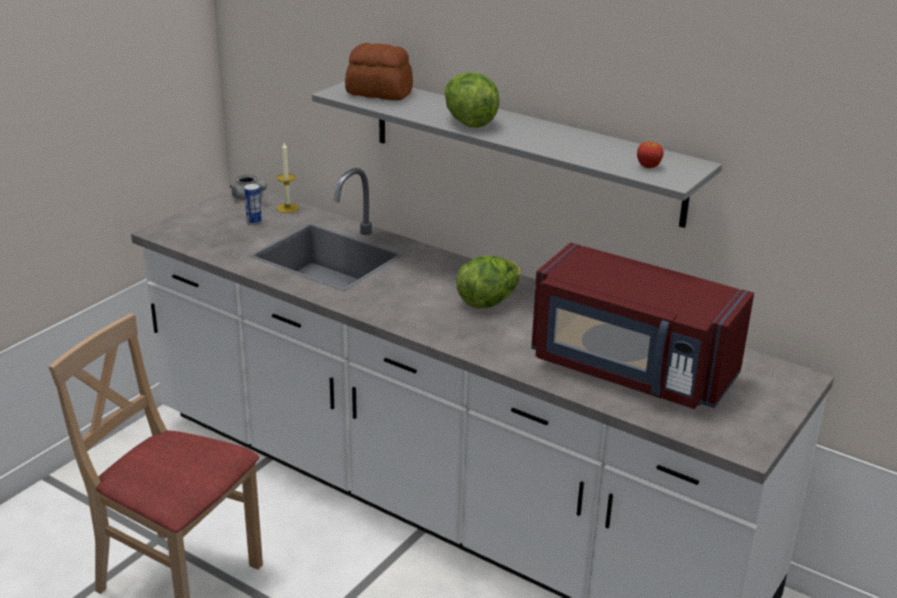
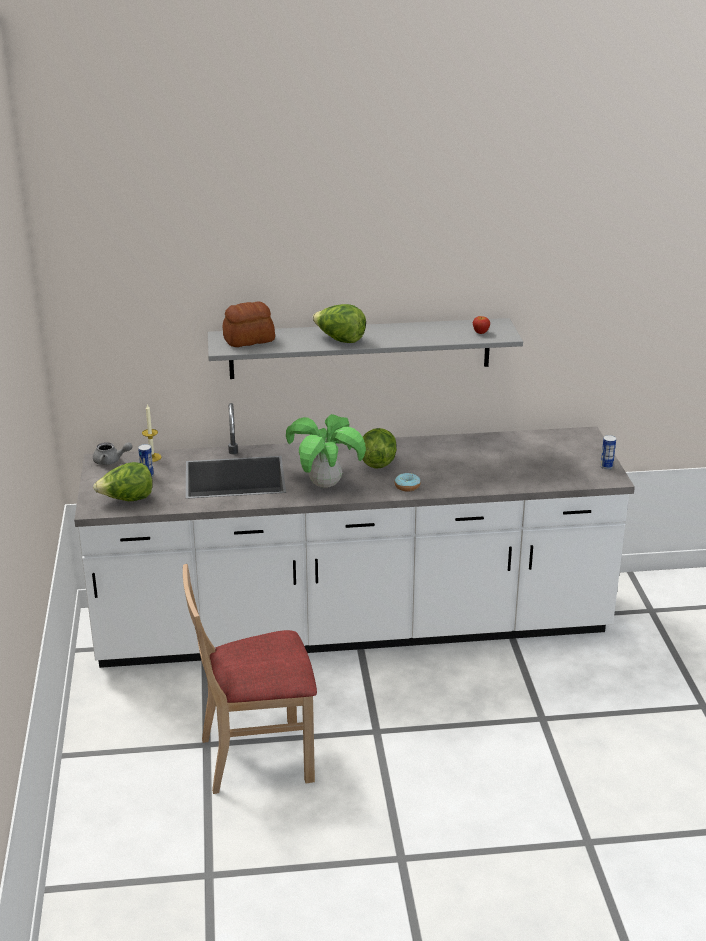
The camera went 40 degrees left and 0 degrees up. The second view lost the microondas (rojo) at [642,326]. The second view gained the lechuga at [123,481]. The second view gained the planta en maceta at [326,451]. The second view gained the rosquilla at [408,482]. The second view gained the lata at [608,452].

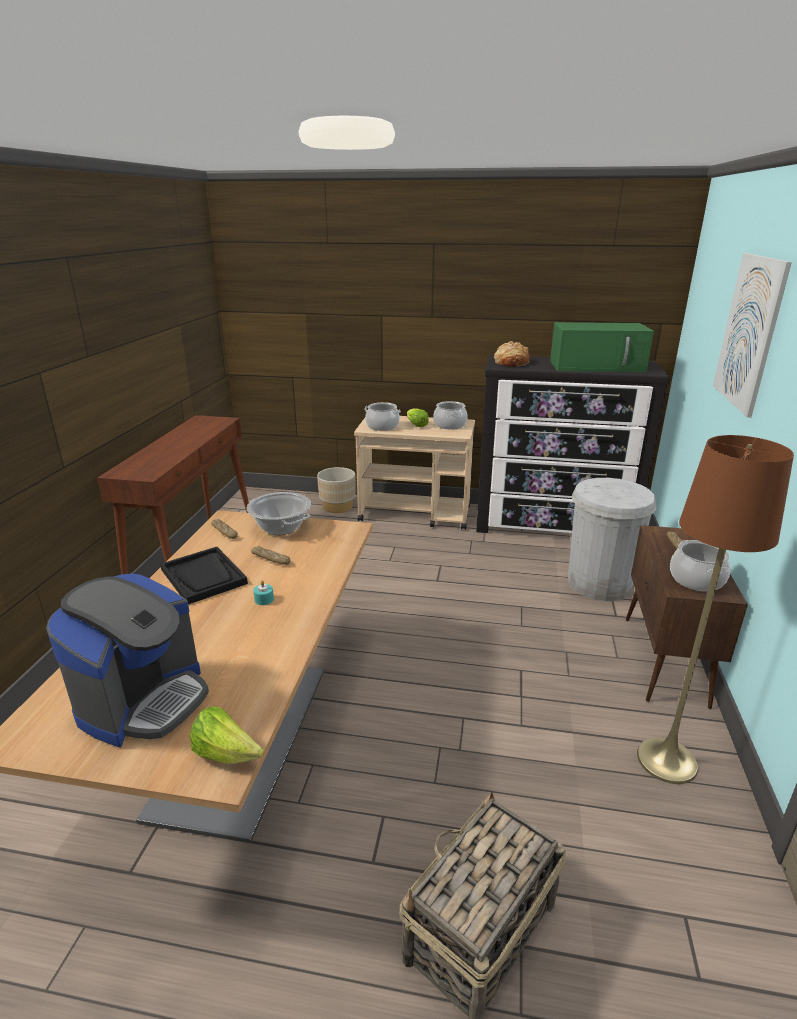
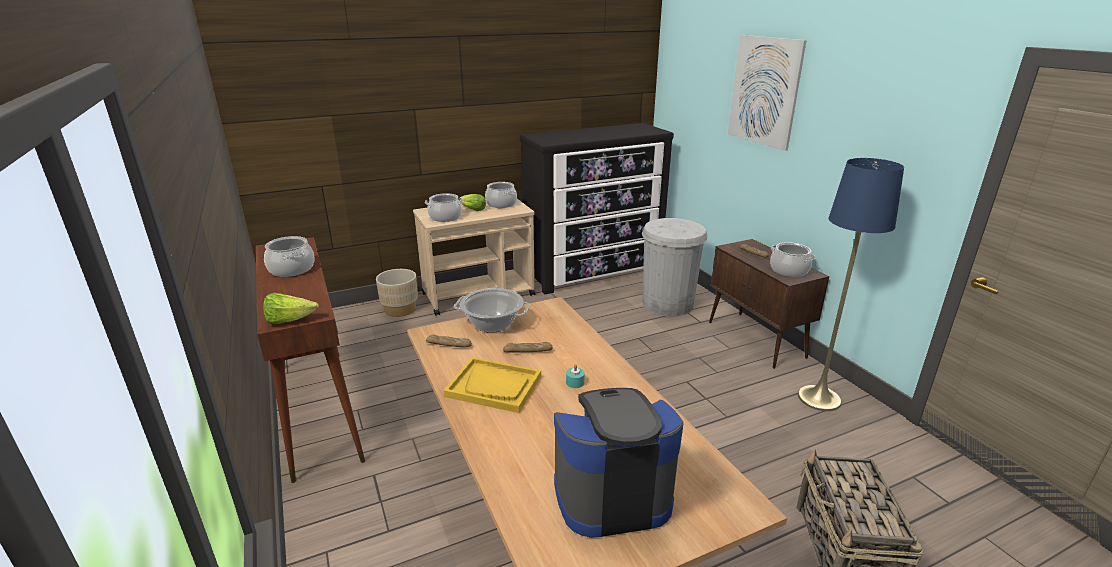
The camera went 35 degrees left and 0 degrees up. The cafetera at [127,660] ended up facing another way, 90 degrees counterclockwise from before. What was the bandeja (negro) at [204,575] turned into the bandeja (amarillo) at [492,385]. The lechuga ended up elsewhere, having gone from [227,735] to [291,308]. The second view lost the pan at [512,354]. The second view lost the microondas (verde) at [602,347]. What was the lámpara de pie (marrón) at [715,609] turned into the lámpara de pie (azul) at [851,284]. The second view gained the olla at [289,256].

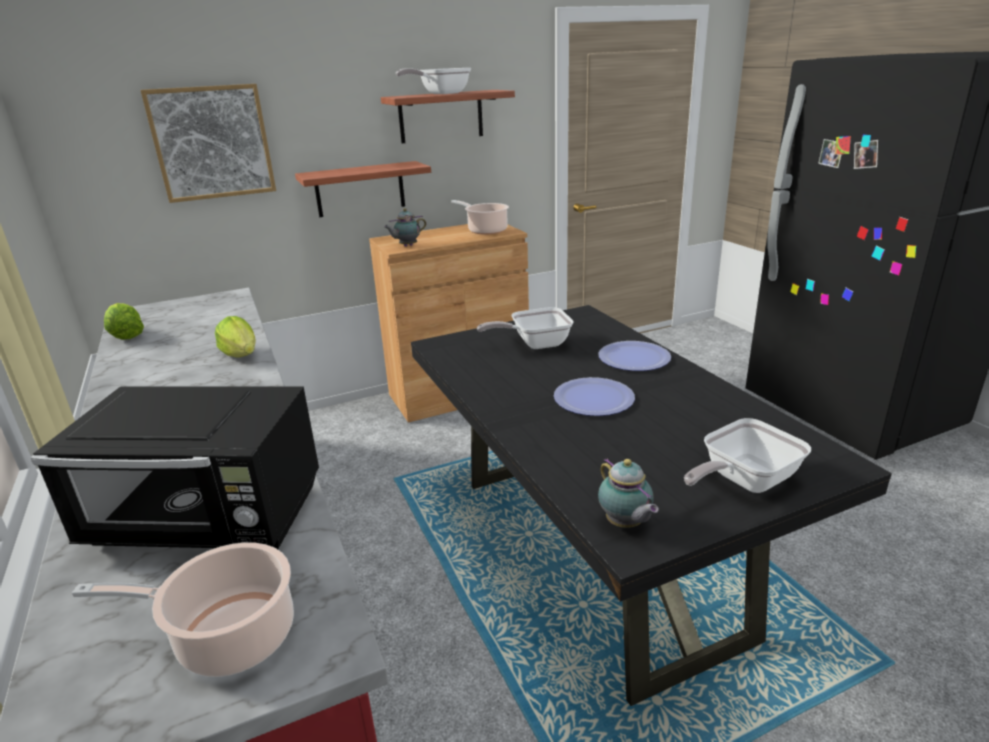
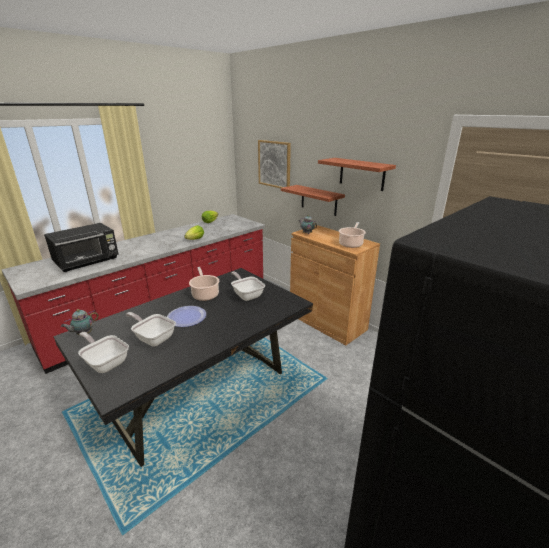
The camera went 70 degrees right and 0 degrees up. The microondas (negro) at [174,468] ended up facing another way, 120 degrees counterclockwise from before. The olla ended up elsewhere, having gone from [183,609] to [204,284]. The sartén ended up elsewhere, having gone from [433,81] to [151,329]. The second view lost the plato at [634,356].

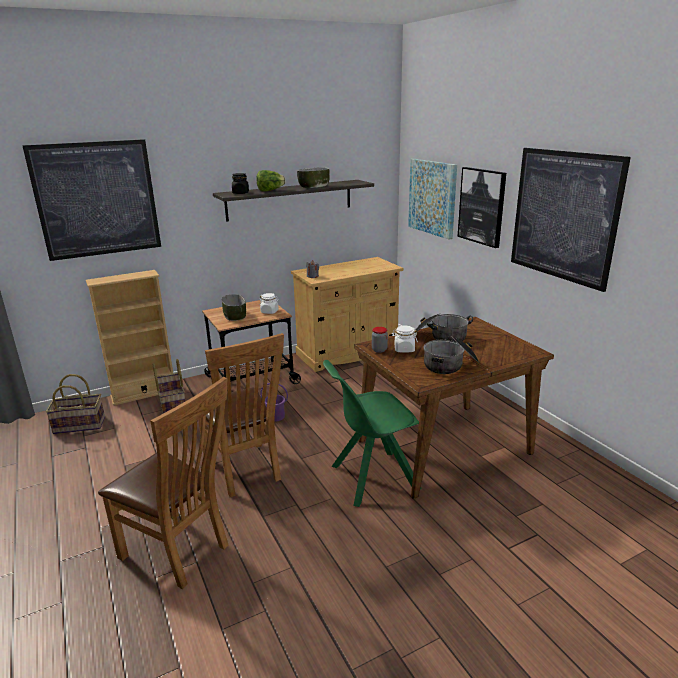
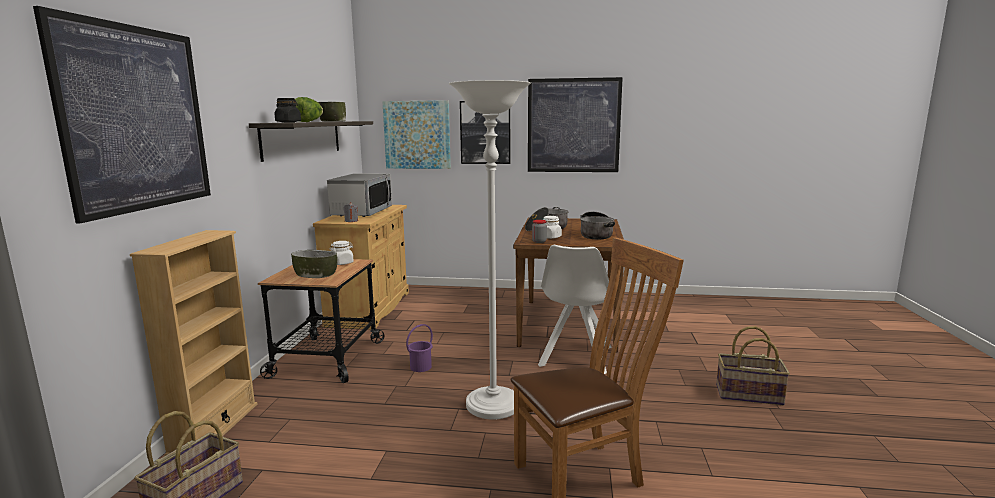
The camera went 55 degrees left and 10 degrees down. The cesta ended up elsewhere, having gone from [169,386] to [753,365]. Where the silla (marrón) stood at [241,415], the lámpara de pie (blanco) came to stand at [490,250]. What was the silla (verde) at [372,433] turned into the silla (blanco) at [575,309]. The second view gained the microondas at [359,195].

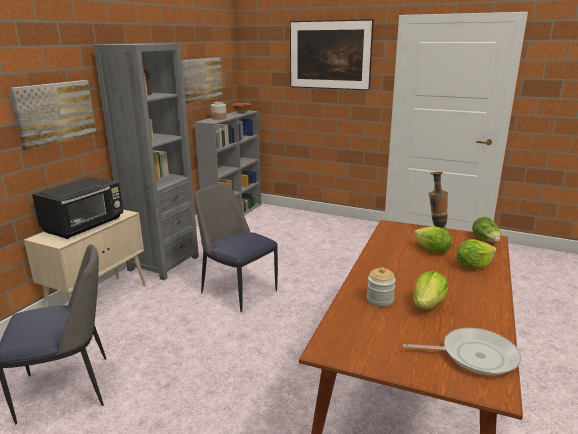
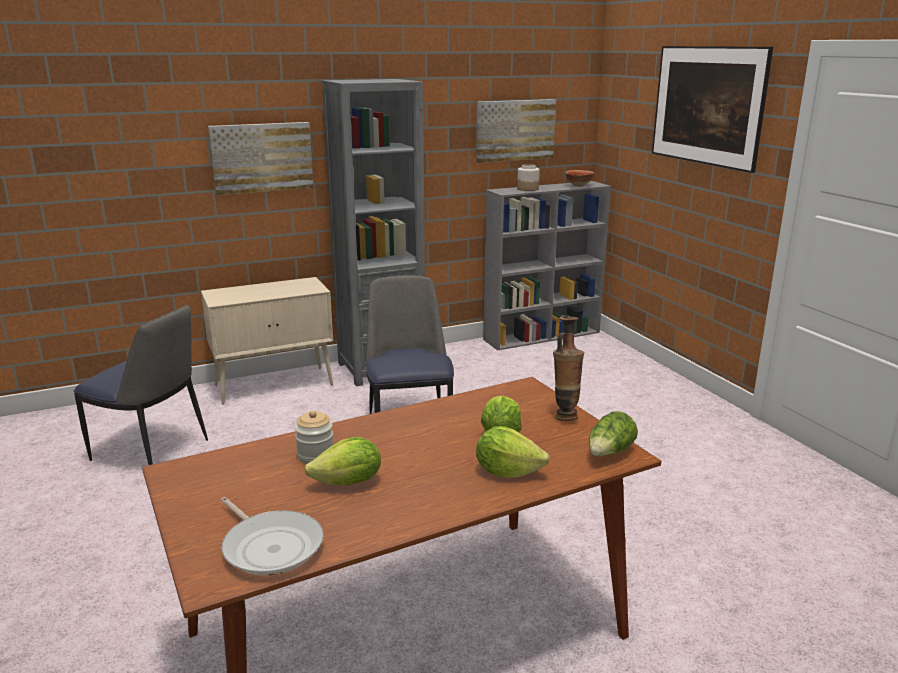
The camera went 40 degrees right and 0 degrees up. The second view lost the microondas (negro) at [77,208].

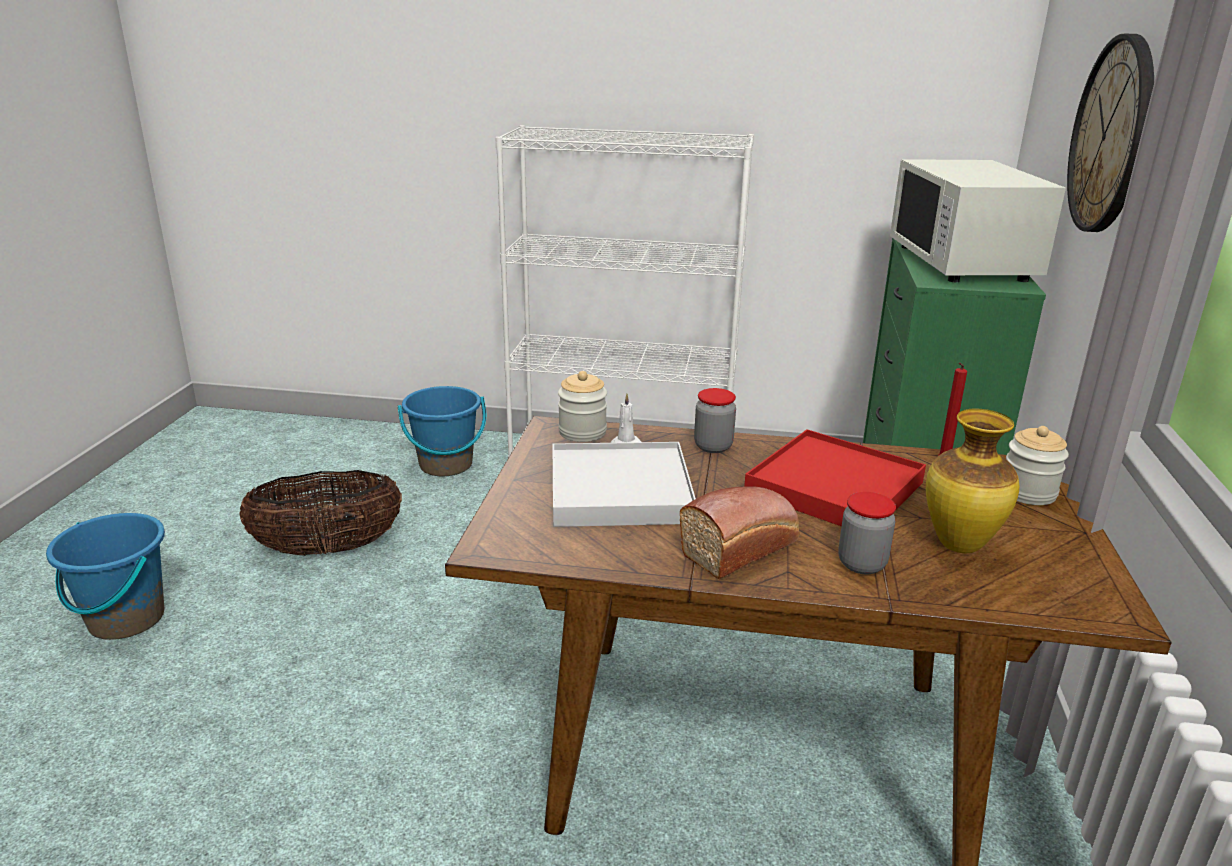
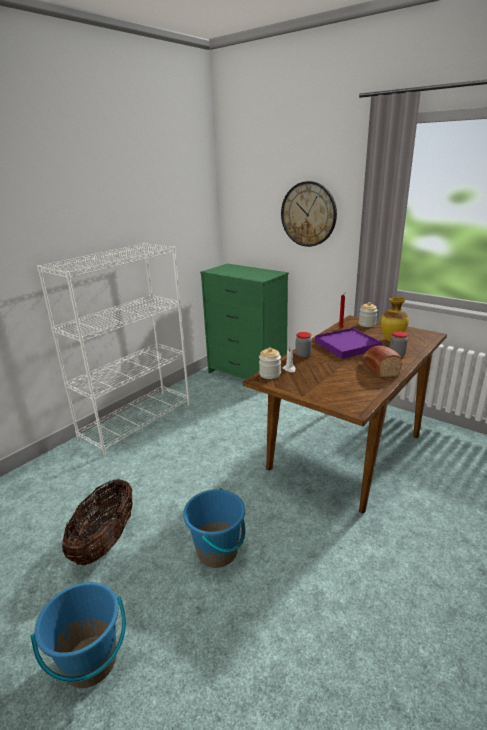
The camera went 60 degrees left and 0 degrees up. The cubo (azul) ended up elsewhere, having gone from [442,431] to [214,528]. The second view lost the bandeja (blanco) at [624,484]. What was the bandeja (rojo) at [835,477] turned into the bandeja (morado) at [348,343]. The second view lost the microondas (blanco) at [978,220].

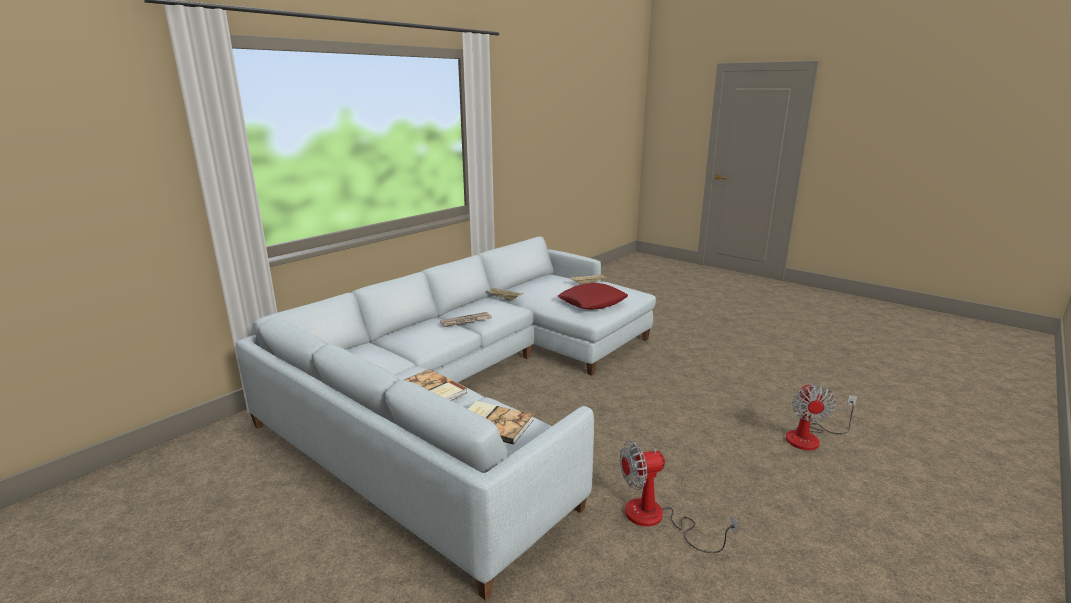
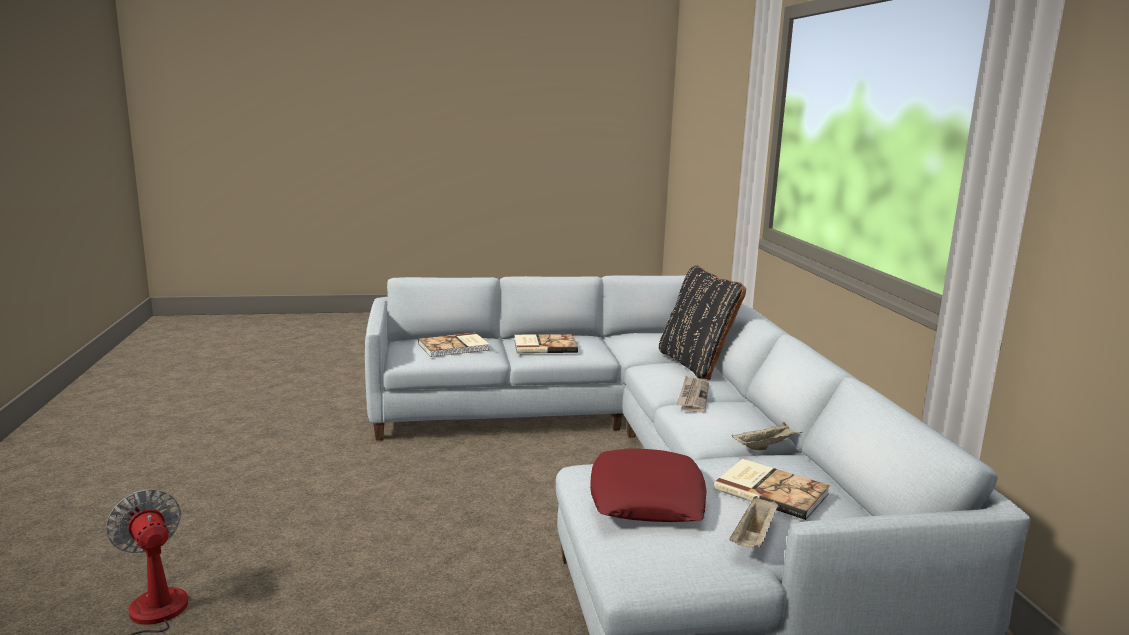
The camera went 130 degrees right and 5 degrees down. The second view lost the ventilador at [679,496]. The second view gained the cojín (negro) at [702,322]. The second view gained the libro at [772,489].

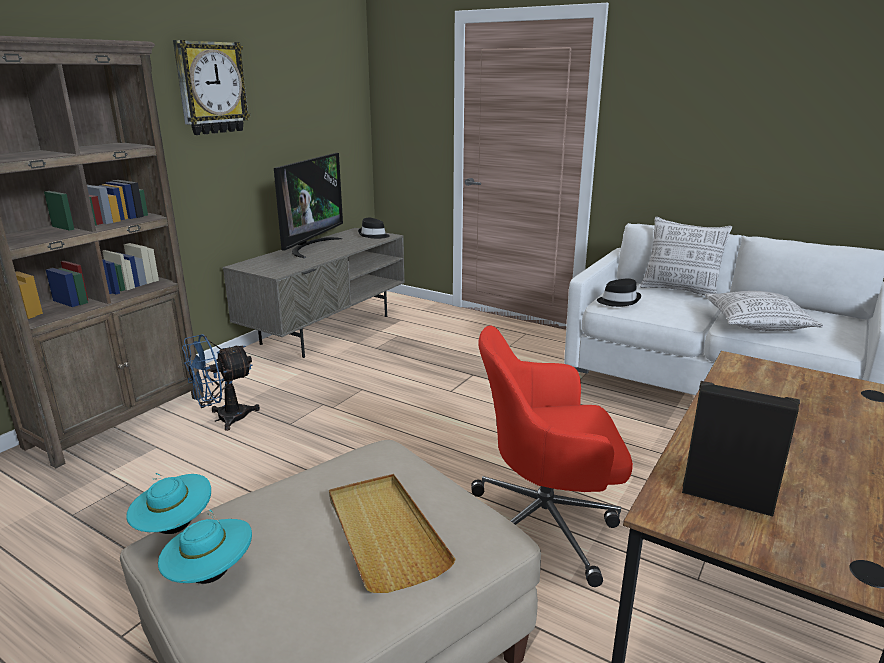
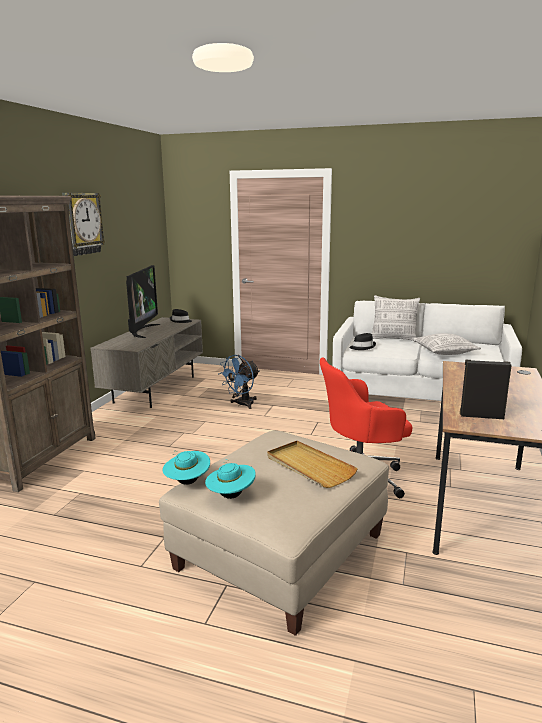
The camera went 15 degrees left and 5 degrees down. The ventilador (azul) ended up elsewhere, having gone from [221,382] to [239,382].

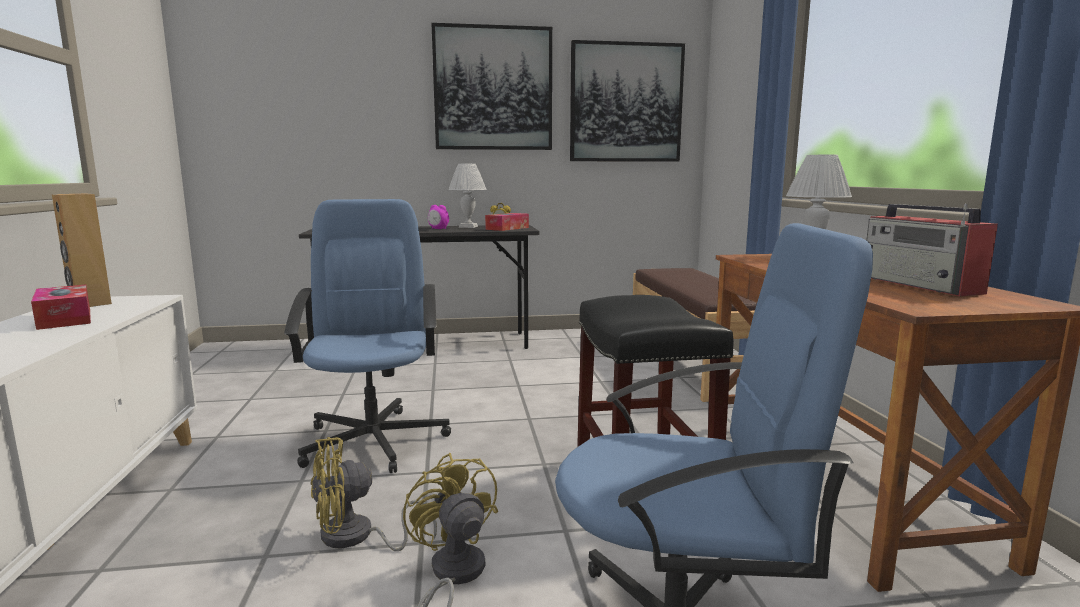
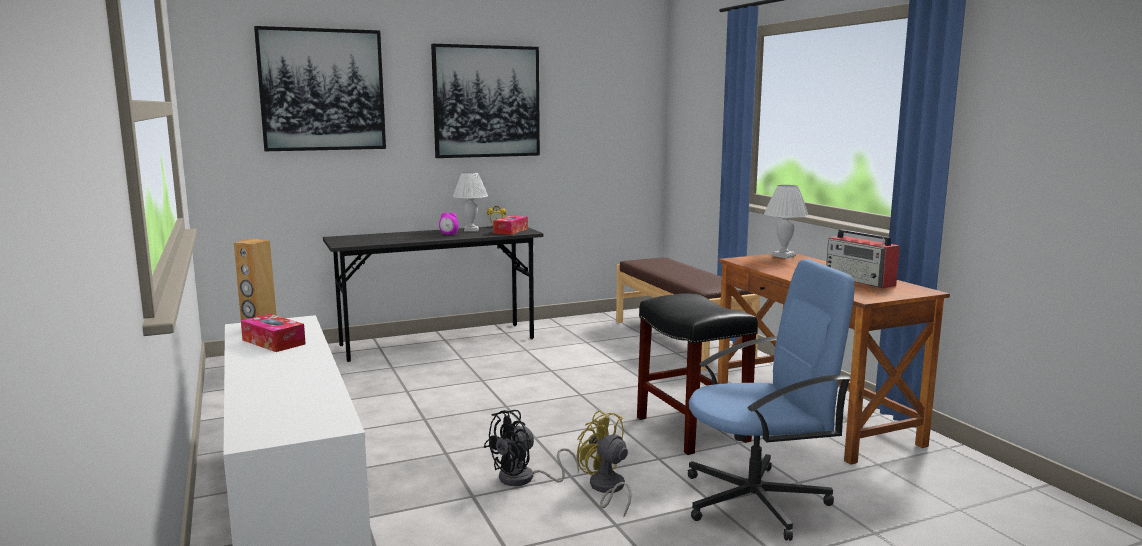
The camera went 15 degrees left and 0 degrees up. The second view lost the silla de oficina (azul) at [367,336]. What was the ventilador (amarillo) at [374,494] turned into the ventilador (negro) at [531,448]. The cuadro ended up elsewhere, having gone from [627,101] to [320,88].

